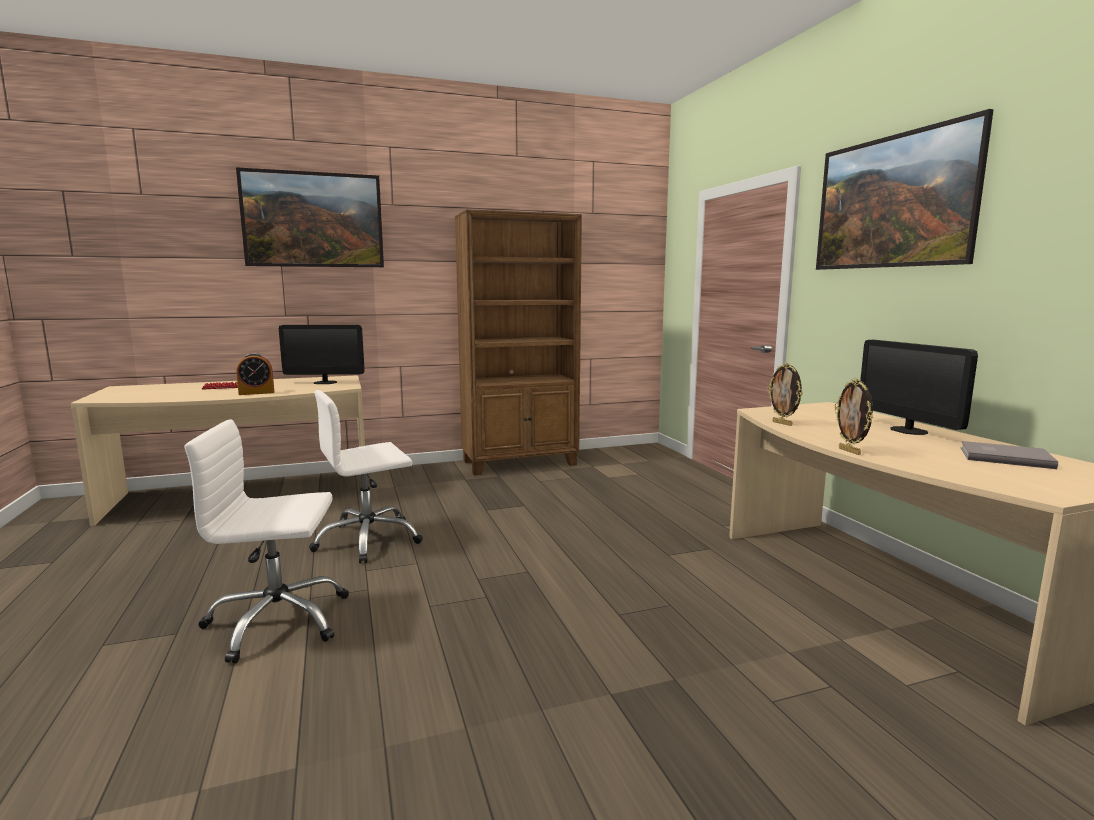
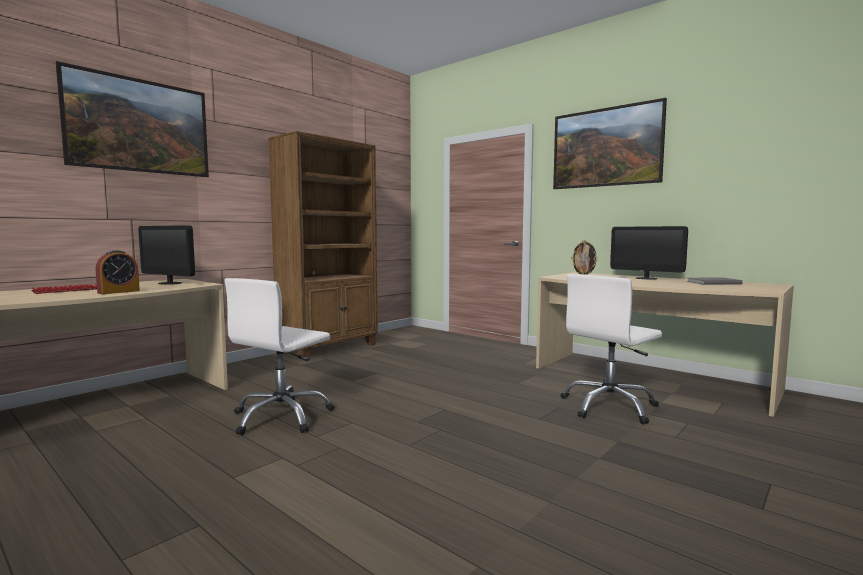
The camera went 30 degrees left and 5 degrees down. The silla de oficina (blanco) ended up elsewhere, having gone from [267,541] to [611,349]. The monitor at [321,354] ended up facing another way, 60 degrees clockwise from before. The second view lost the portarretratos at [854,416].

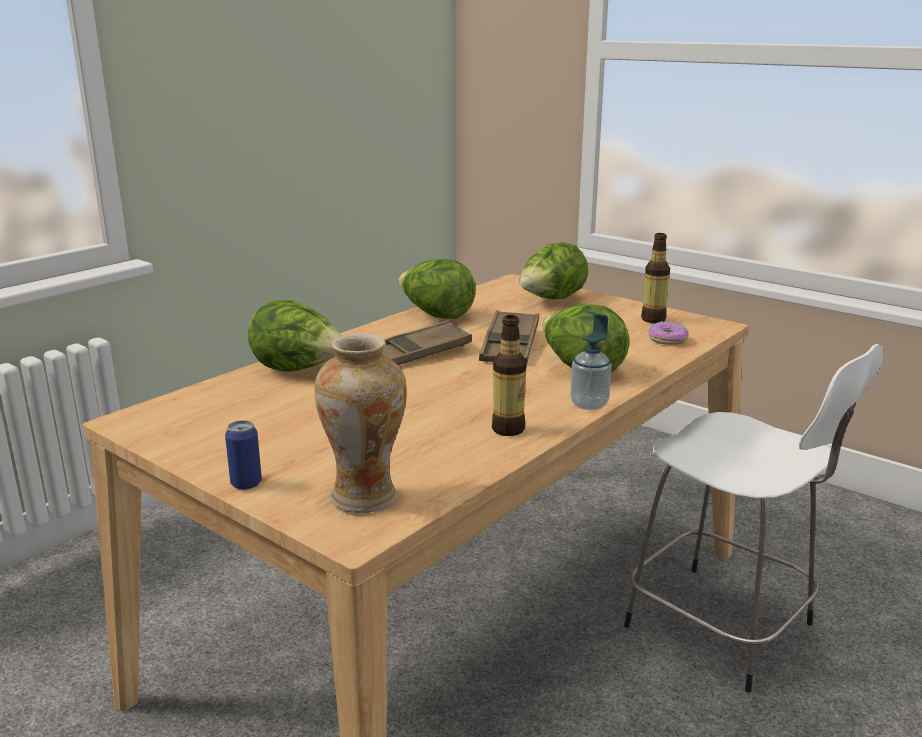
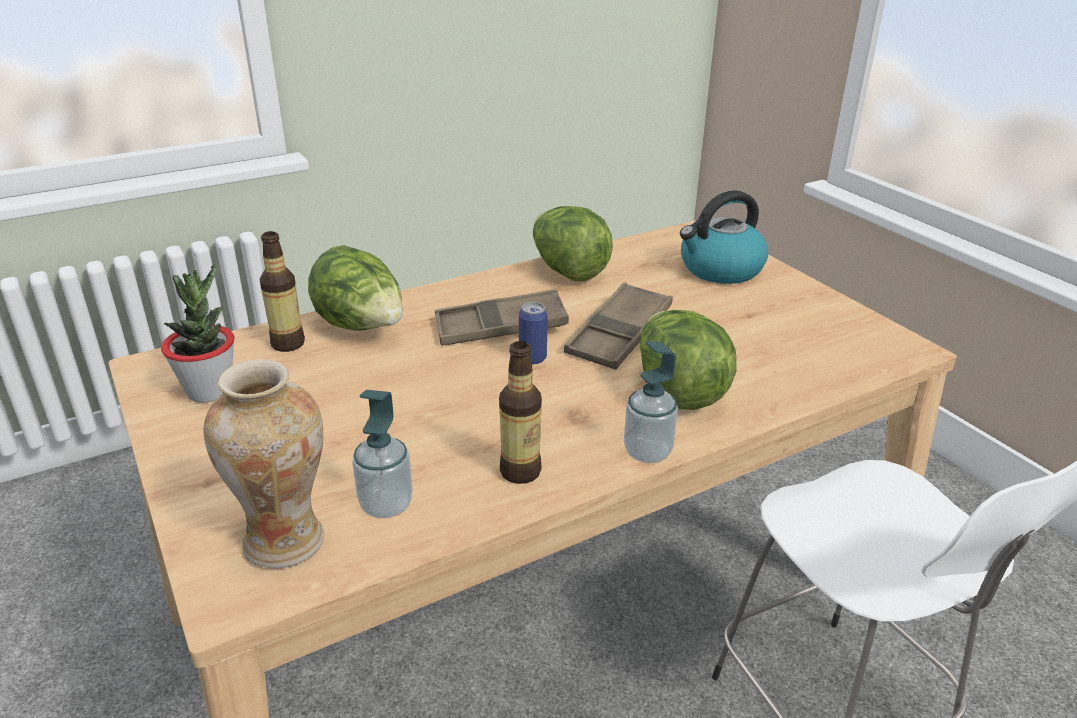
The camera went 20 degrees right and 10 degrees up. The lata ended up elsewhere, having gone from [243,455] to [533,333]. Where the lechuga stood at [553,270], the hervidor came to stand at [724,237]. The botella ended up elsewhere, having gone from [655,278] to [282,291]. The second view lost the rosquilla at [668,333]. The second view gained the planta en maceta at [197,333]. The second view gained the dispensador de jabón at [382,454].

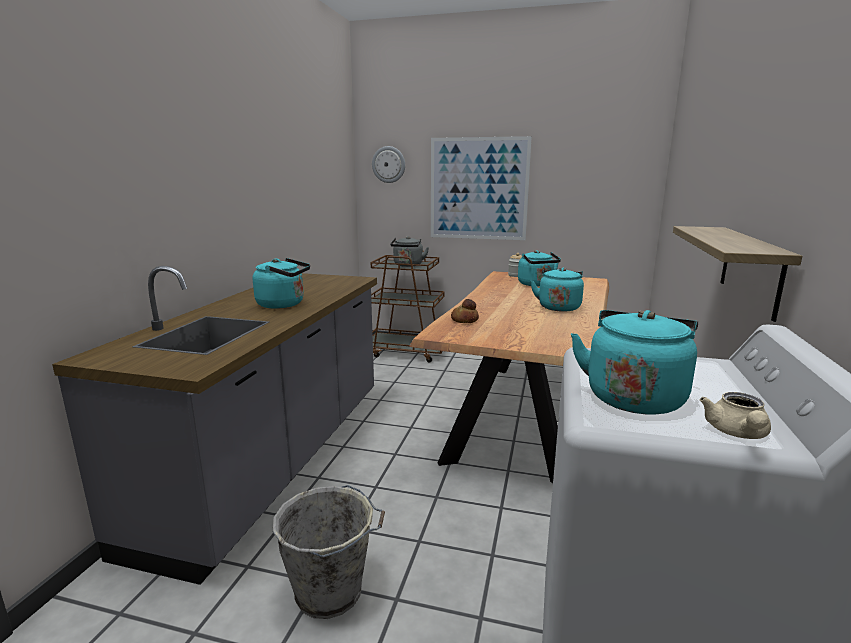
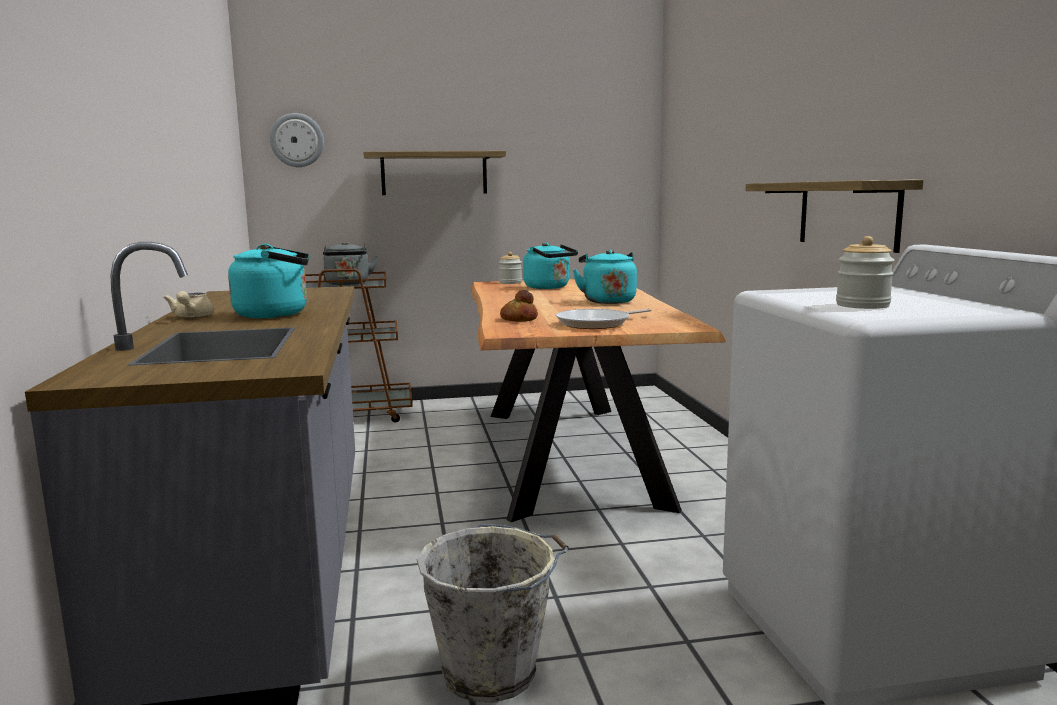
The camera went 25 degrees left and 5 degrees down. Where the cuadro hung at [481,188], the estante came to hang at [434,173]. Where the hervidor (turquesa) stood at [634,362], the tarro came to stand at [865,272]. The tetera (beis) ended up elsewhere, having gone from [735,415] to [189,304]. The second view gained the sartén at [603,319].

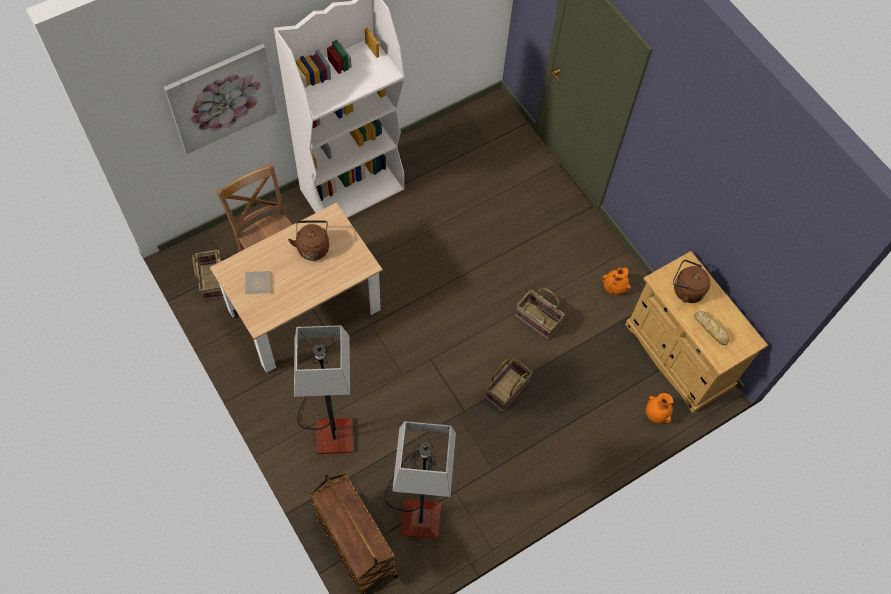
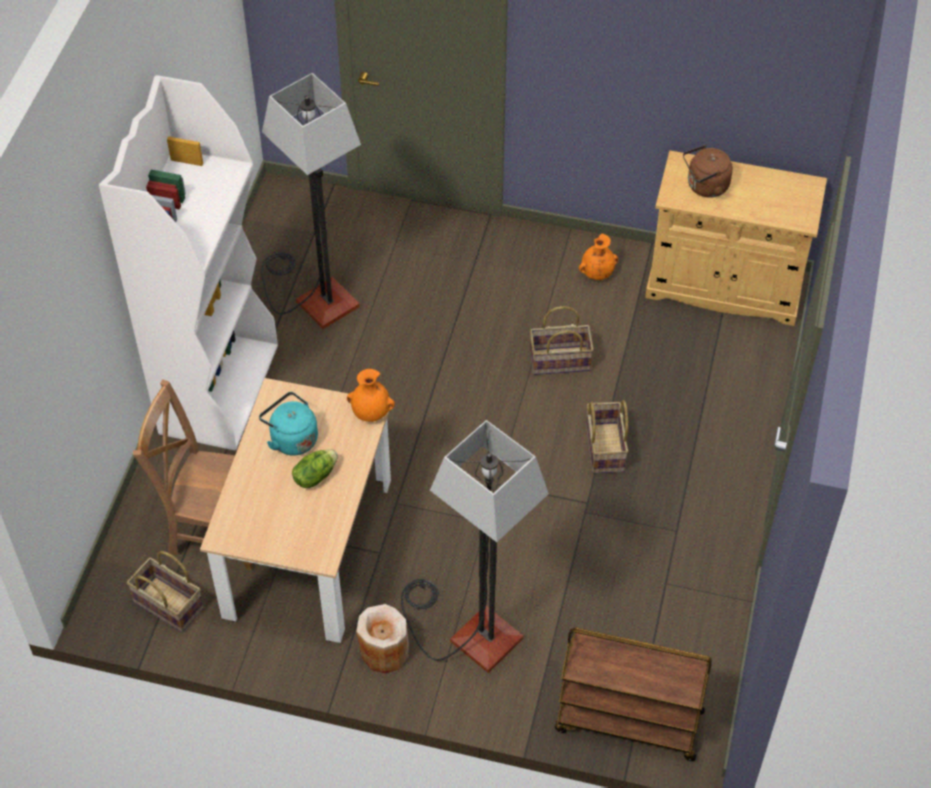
The camera went 40 degrees left and 10 degrees down. The second view lost the cuadro at [220,99]. The second view lost the plato at [257,282]. What was the hervidor (marrón) at [308,240] turned into the hervidor (turquesa) at [288,424]. The lámpara de pie ended up elsewhere, having gone from [420,480] to [311,201]. The florero (naranja) ended up elsewhere, having gone from [659,408] to [371,395]. The second view lost the pan at [712,328]. The second view gained the lechuga at [315,468]. The second view gained the florero (beis) at [382,639].

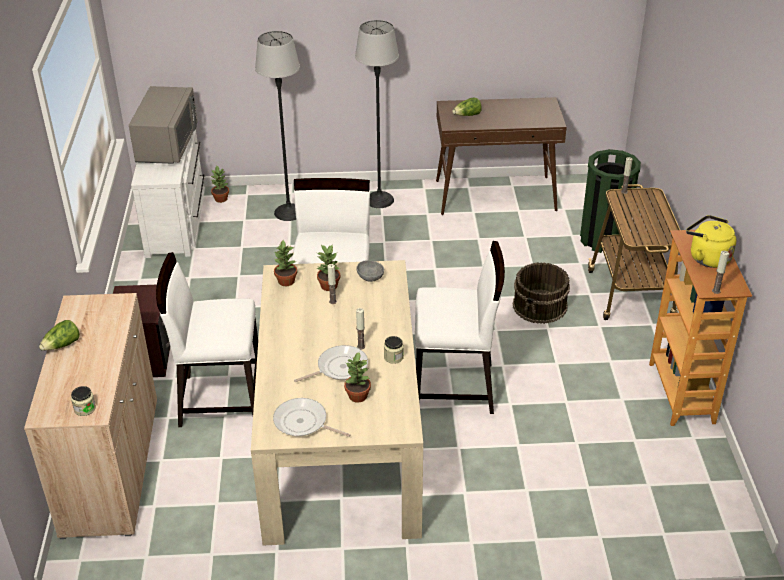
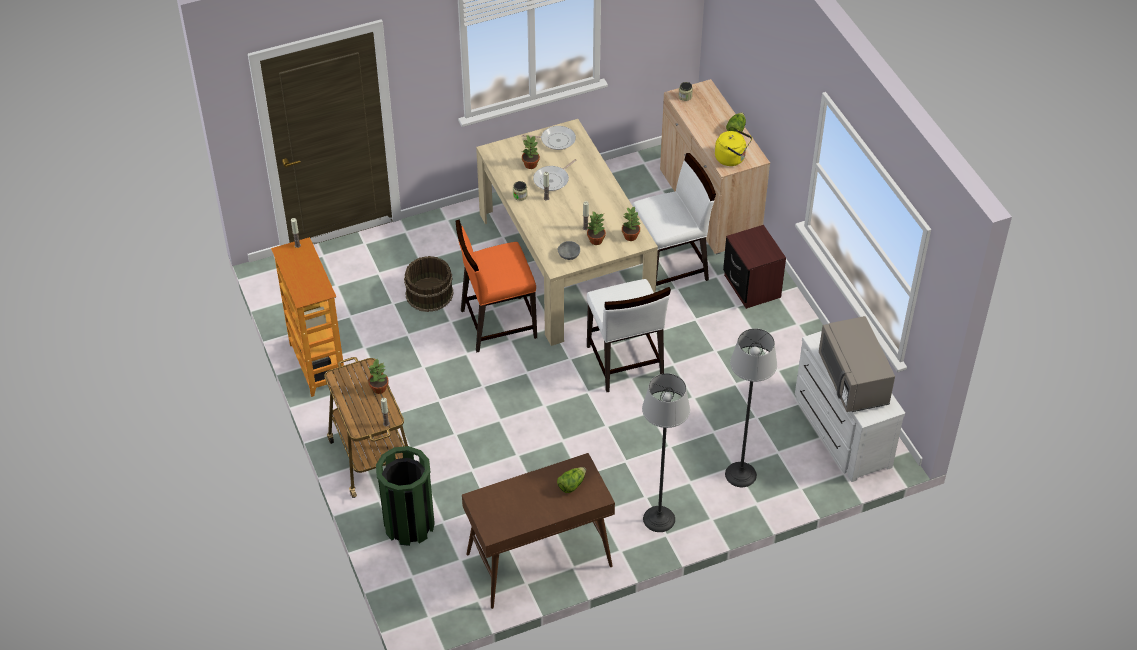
The camera went 160 degrees right and 10 degrees up. The planta en maceta ended up elsewhere, having gone from [219,184] to [378,376]. What was the silla (blanco) at [460,327] turned into the silla (naranja) at [496,286]. The cubo (marrón) ended up elsewhere, having gone from [541,293] to [429,284]. The hervidor (amarillo) ended up elsewhere, having gone from [711,241] to [733,147].

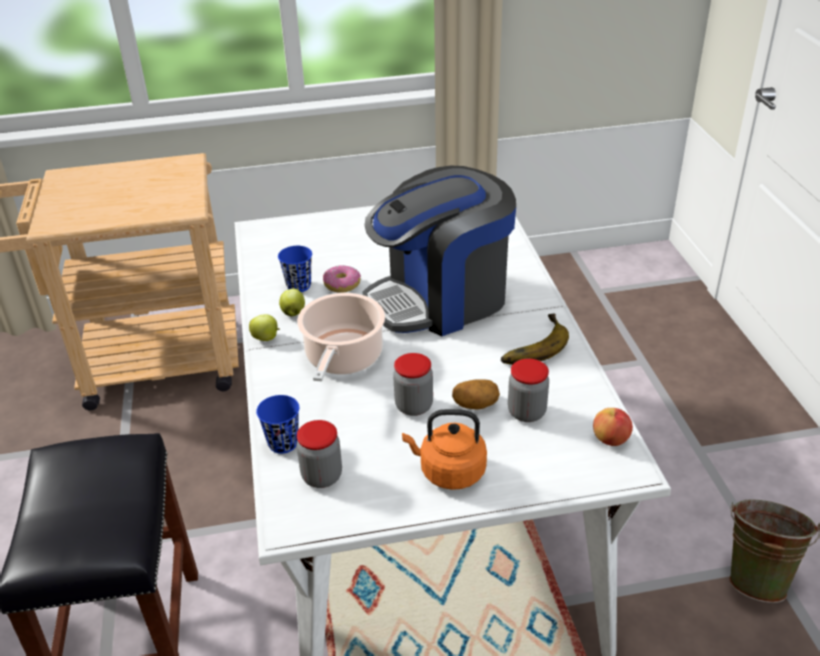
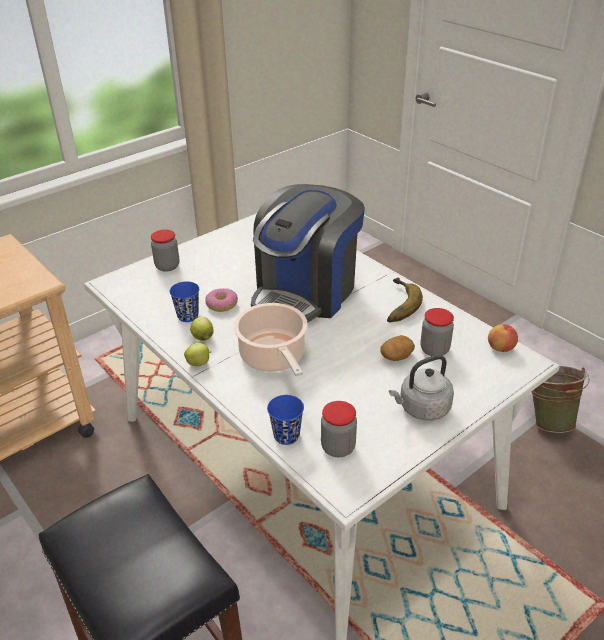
The camera went 30 degrees left and 0 degrees up. The tarro ended up elsewhere, having gone from [413,384] to [165,250]. What was the hervidor (naranja) at [444,449] turned into the hervidor (gris) at [421,387].

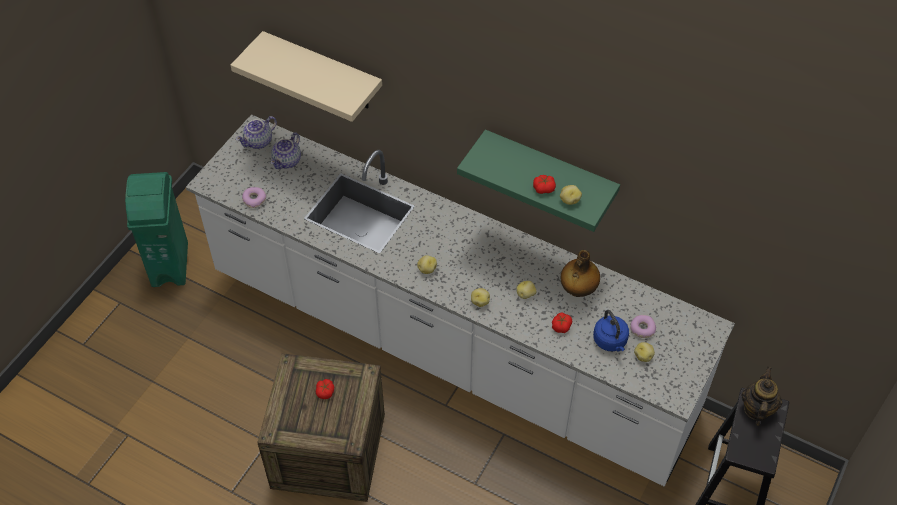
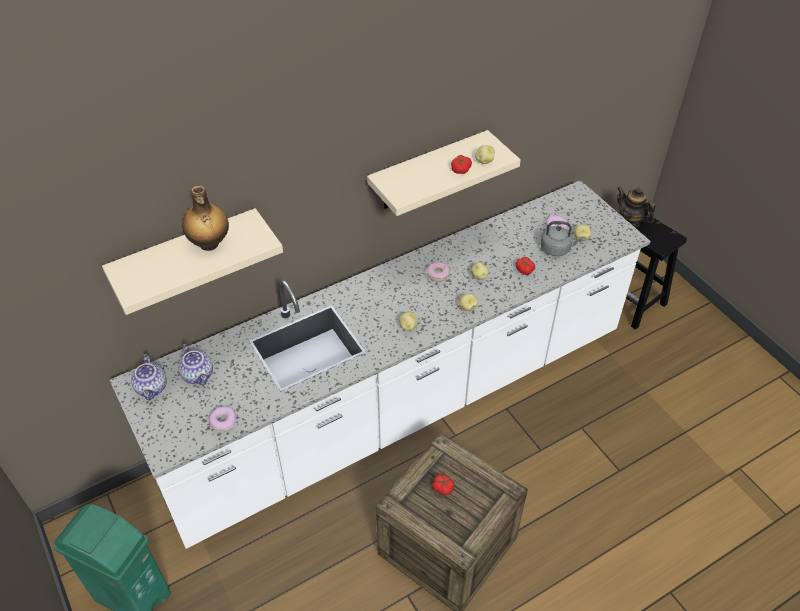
The camera went 60 degrees left and 5 degrees down. What was the estante (verde) at [538,181] turned into the estante (beis) at [444,173]. The botella ended up elsewhere, having gone from [580,273] to [205,218]. What was the hervidor (azul) at [611,331] turned into the hervidor (gris) at [561,238]. The second view gained the rosquilla at [438,272].

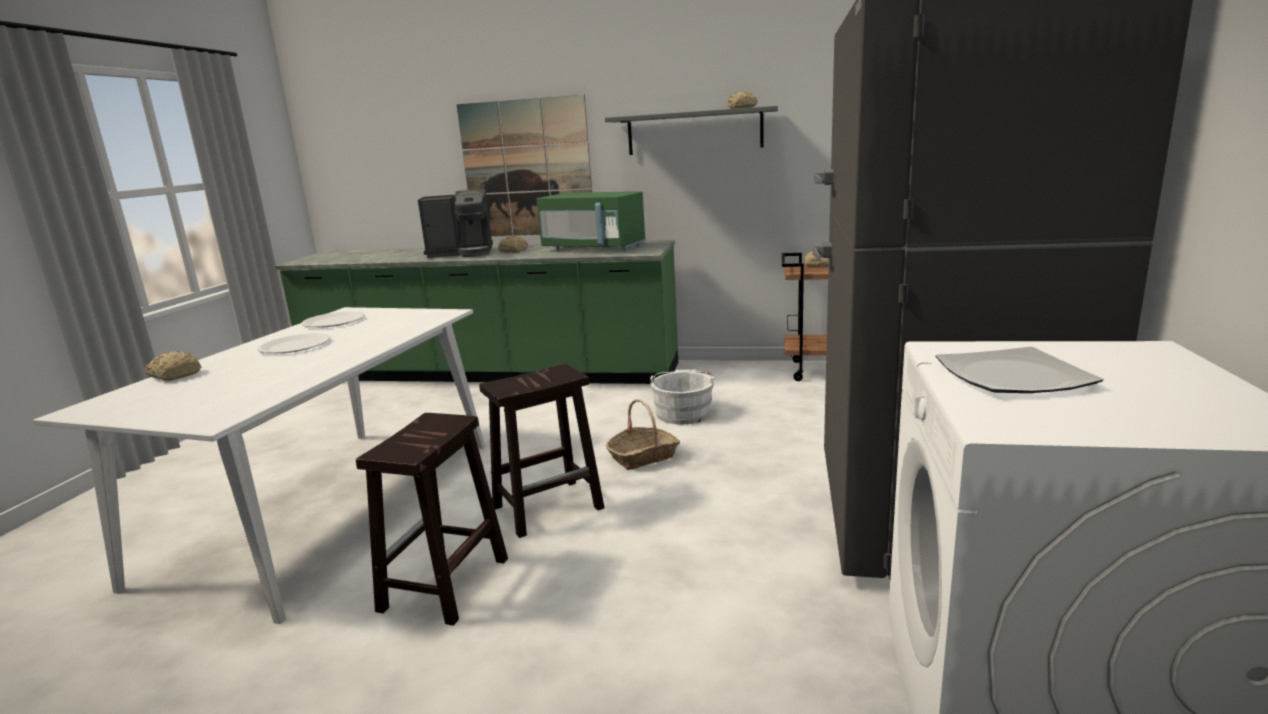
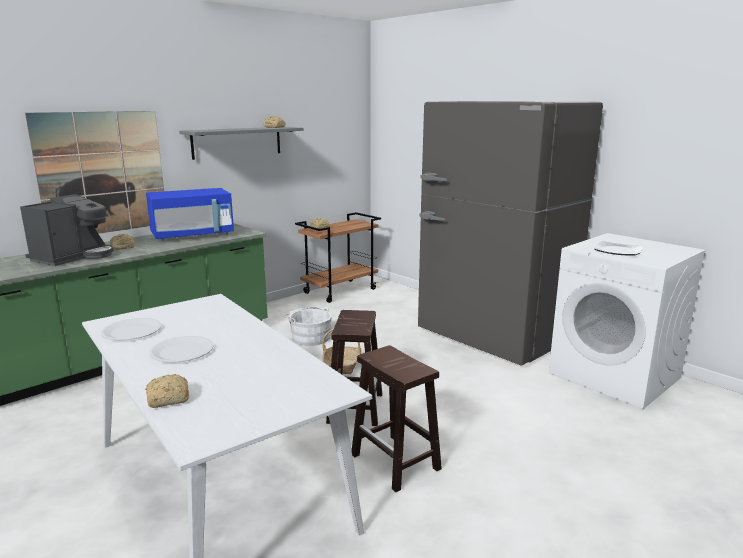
The camera went 55 degrees left and 0 degrees up. What was the microondas (verde) at [591,221] turned into the microondas (azul) at [190,214].

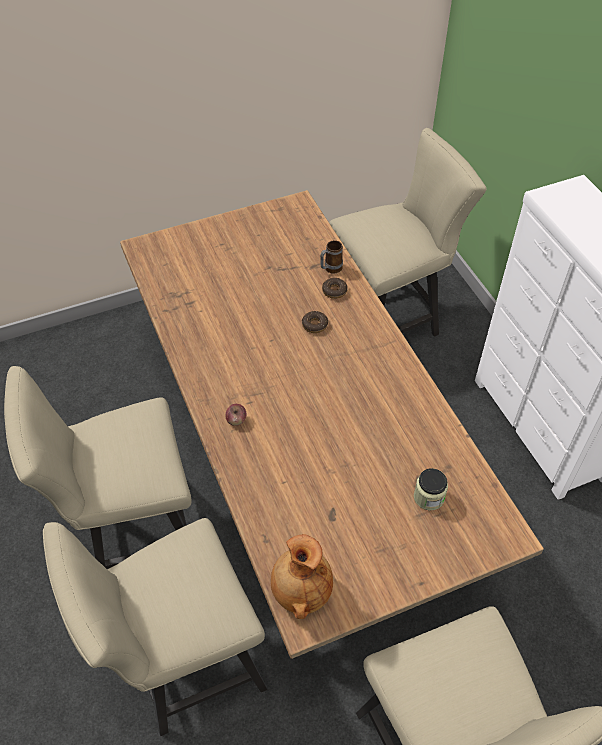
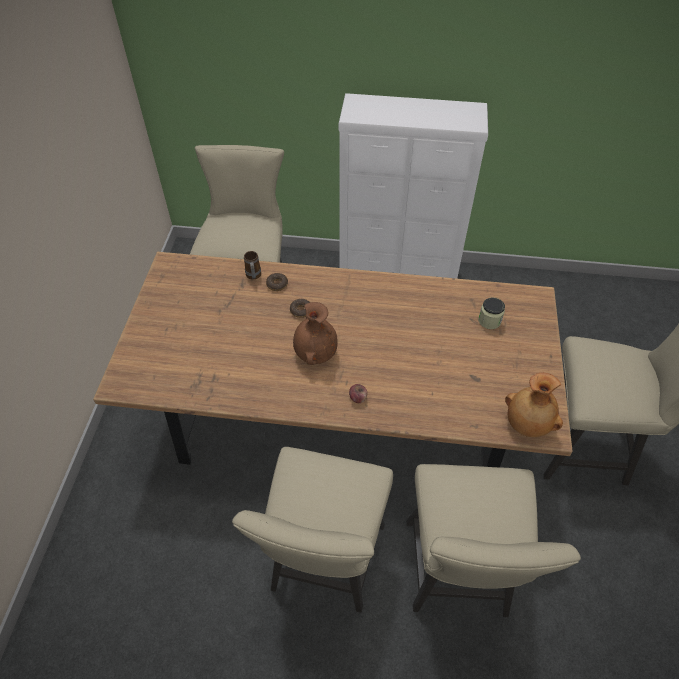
The camera went 60 degrees left and 0 degrees up. The second view gained the florero (marrón) at [315,333].

